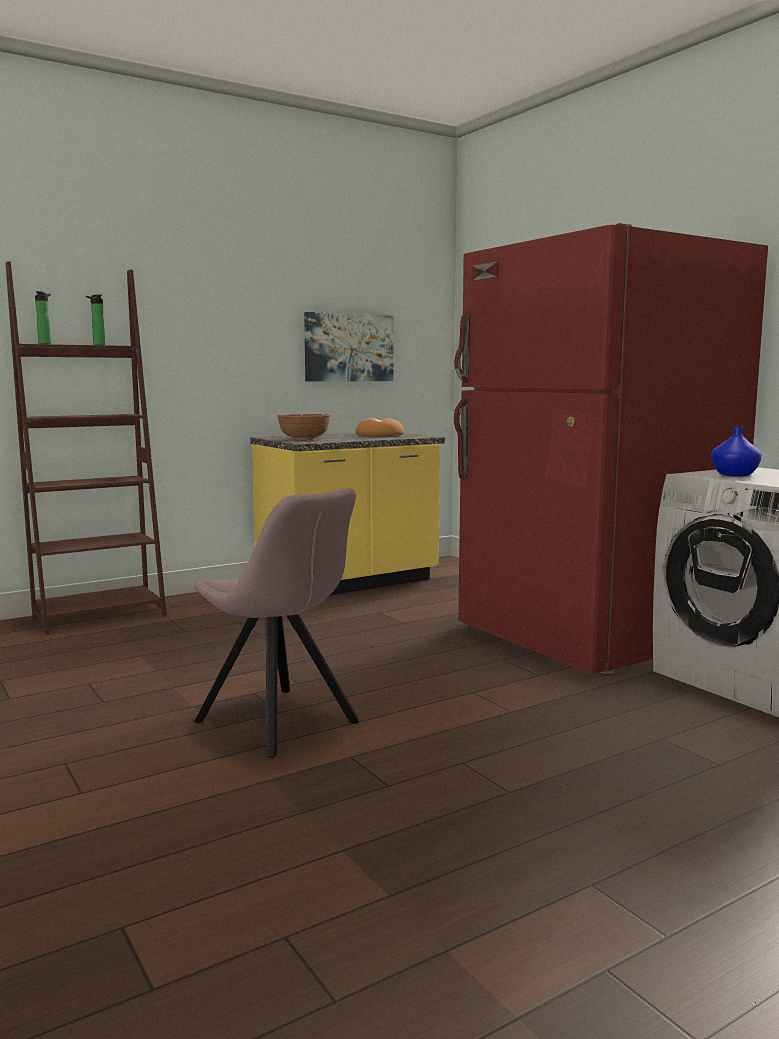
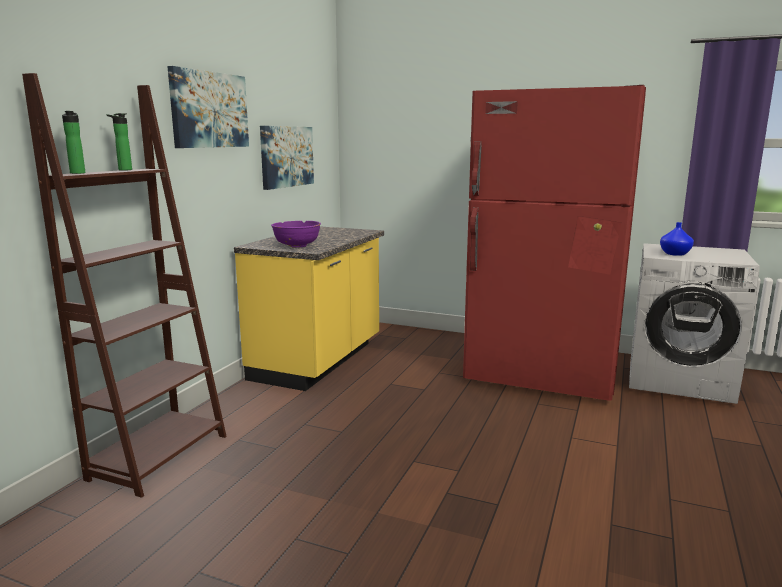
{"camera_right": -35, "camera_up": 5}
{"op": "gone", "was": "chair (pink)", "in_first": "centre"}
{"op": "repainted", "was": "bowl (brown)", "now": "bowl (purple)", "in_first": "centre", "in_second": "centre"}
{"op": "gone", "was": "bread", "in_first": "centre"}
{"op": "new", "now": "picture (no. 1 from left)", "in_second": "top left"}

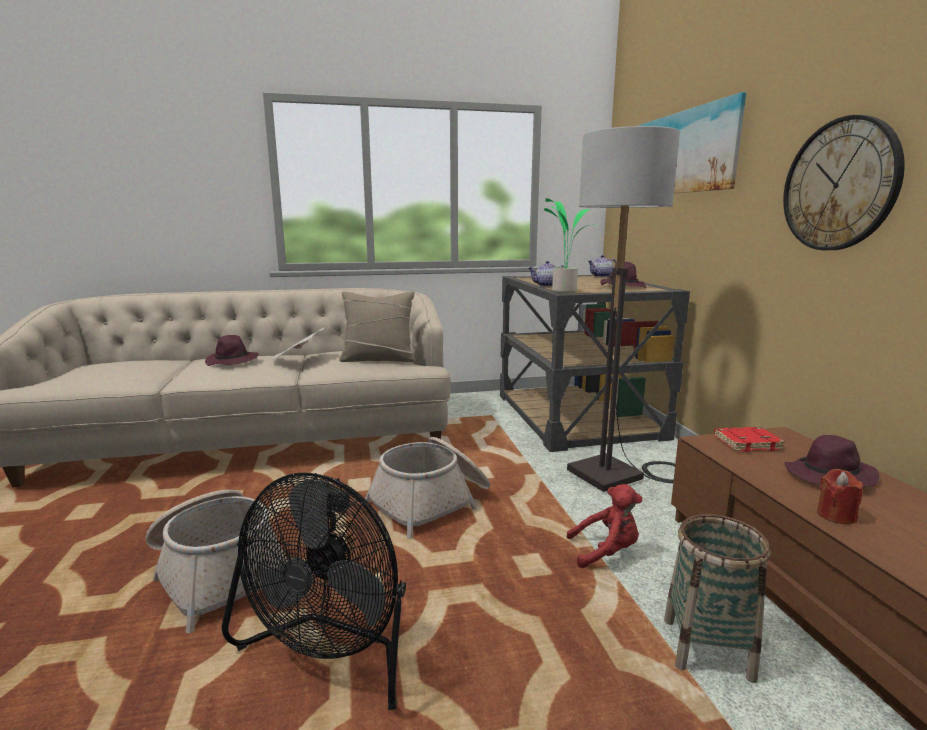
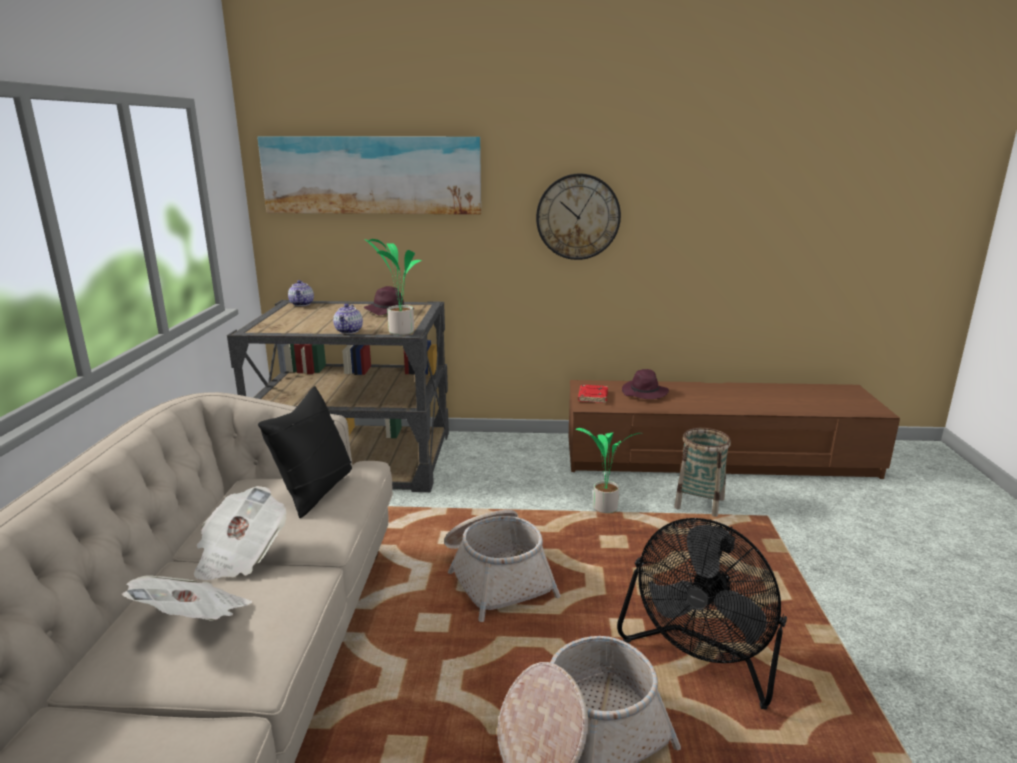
{"camera_right": -75, "camera_up": 5}
{"op": "swapped", "was": "hat (purple) (no. 1 from left)", "now": "newspaper (no. 1 from left)", "in_first": "middle left", "in_second": "bottom left"}
{"op": "rotated", "was": "fan (black)", "in_first": "bottom centre", "in_second": "bottom right", "clockwise": 90}
{"op": "repainted", "was": "pillow (beige)", "now": "pillow (black)", "in_first": "centre", "in_second": "middle left"}
{"op": "swapped", "was": "plush toy (red)", "now": "potted plant (no. 2 from left)", "in_first": "bottom centre", "in_second": "centre"}
{"op": "gone", "was": "floor lamp", "in_first": "middle right"}
{"op": "gone", "was": "candle (red)", "in_first": "bottom right"}

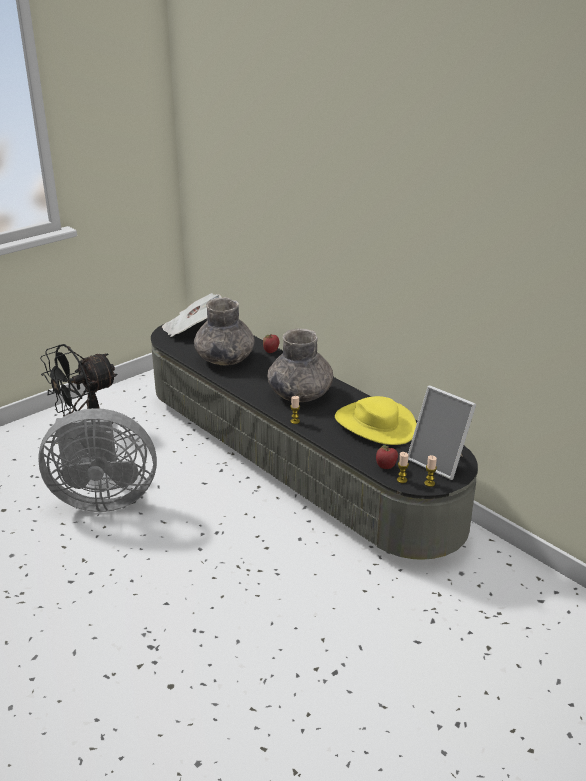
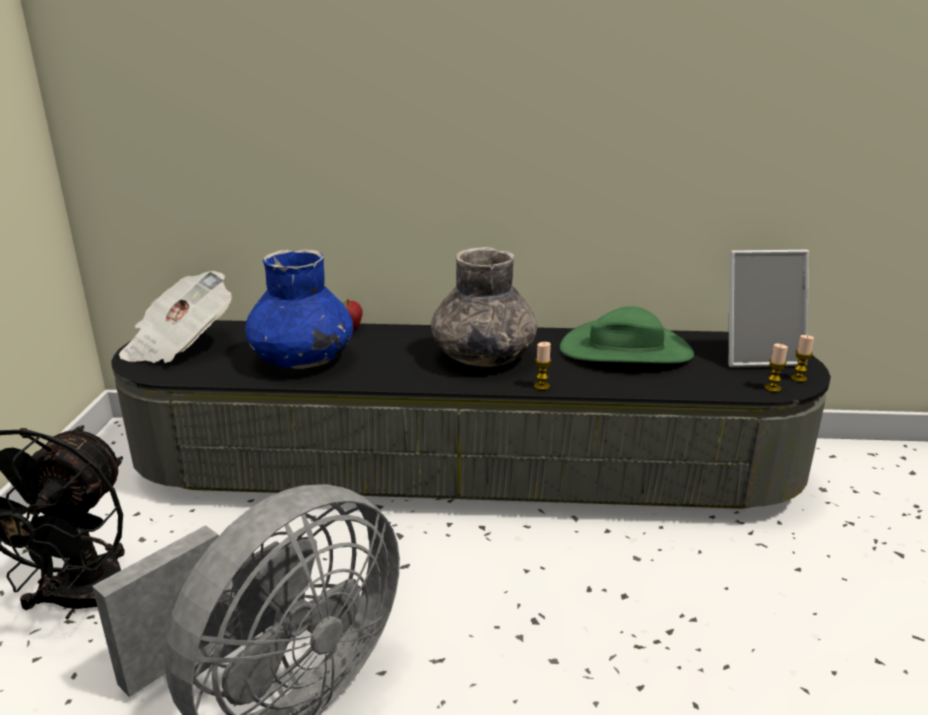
{"camera_right": -45, "camera_up": -5}
{"op": "repainted", "was": "vase (grey) (no. 1 from left)", "now": "vase (blue)", "in_first": "centre", "in_second": "middle left"}
{"op": "repainted", "was": "hat (yellow)", "now": "hat (green)", "in_first": "centre", "in_second": "middle right"}
{"op": "gone", "was": "apple (no. 2 from left)", "in_first": "centre"}

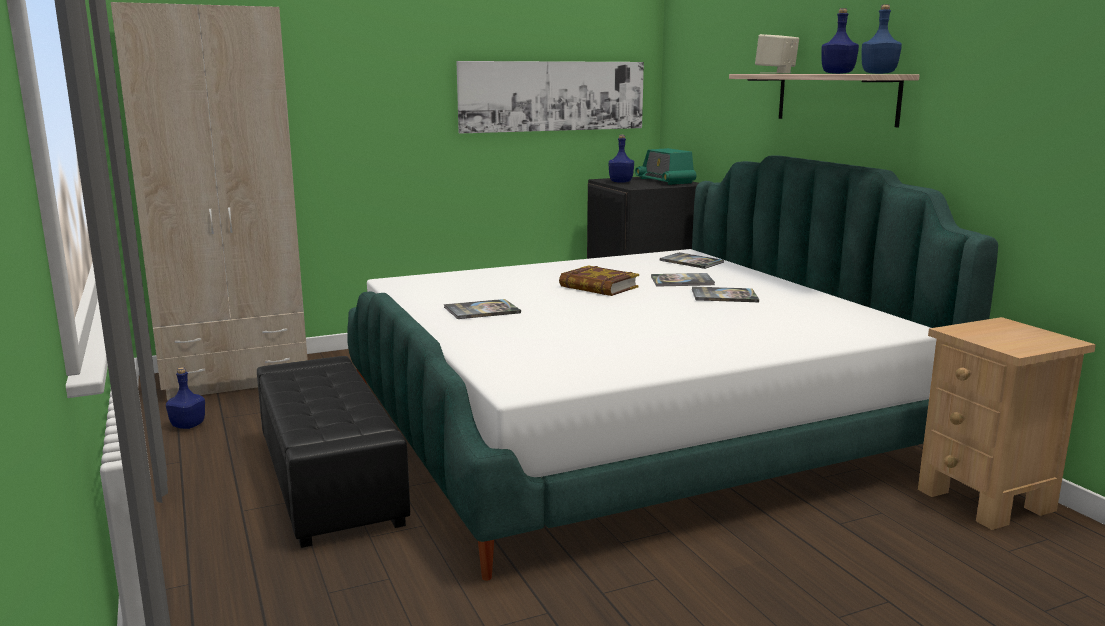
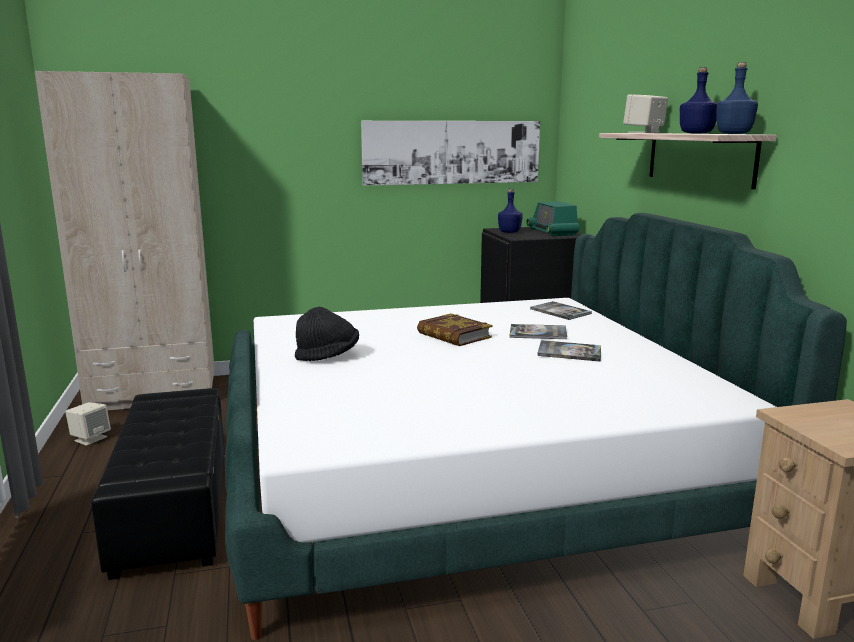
{"camera_right": 10, "camera_up": 0}
{"op": "swapped", "was": "bottle (blue) (no. 1 from left)", "now": "speaker (beige) (no. 1 from left)", "in_first": "middle left", "in_second": "middle left"}
{"op": "swapped", "was": "book (no. 1 from left)", "now": "hat (black)", "in_first": "centre", "in_second": "centre"}

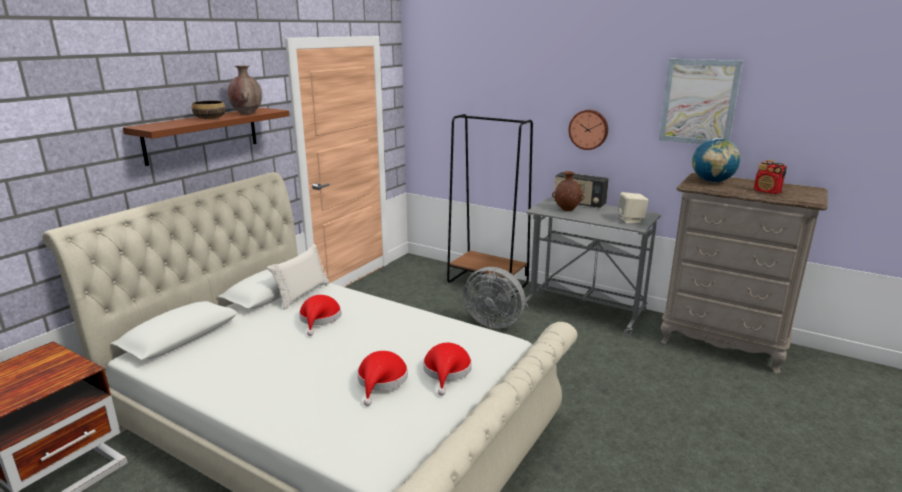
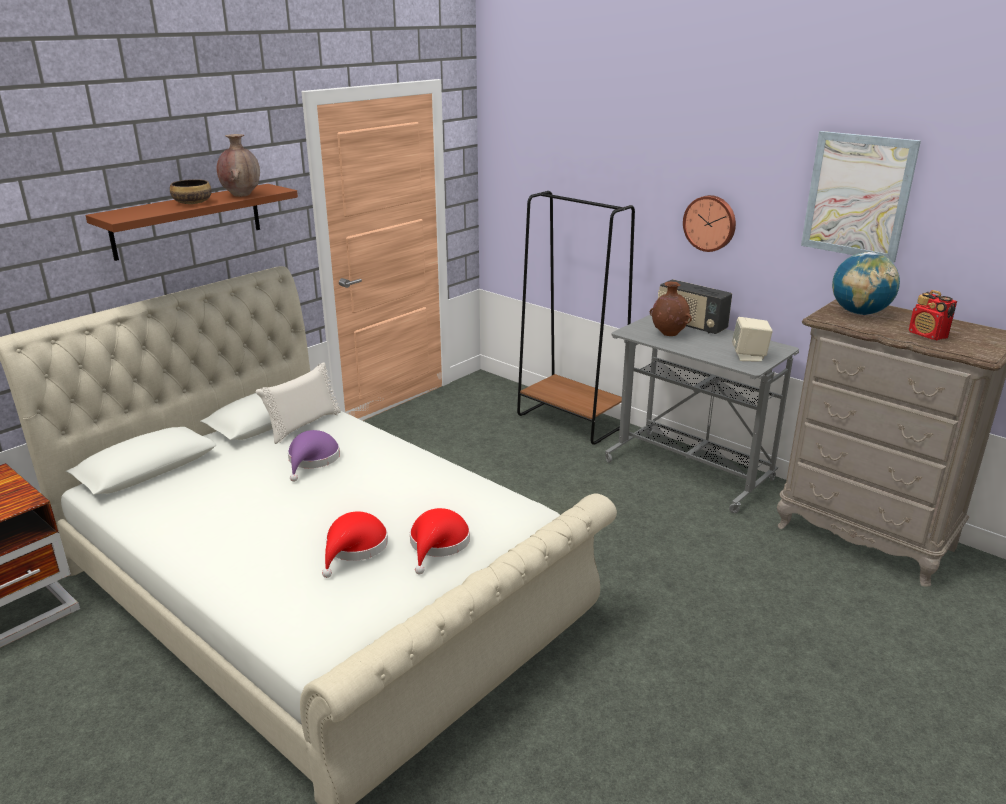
{"camera_right": 10, "camera_up": 5}
{"op": "repainted", "was": "hat (red) (no. 1 from left)", "now": "hat (purple)", "in_first": "centre", "in_second": "middle left"}
{"op": "gone", "was": "fan (grey)", "in_first": "centre"}

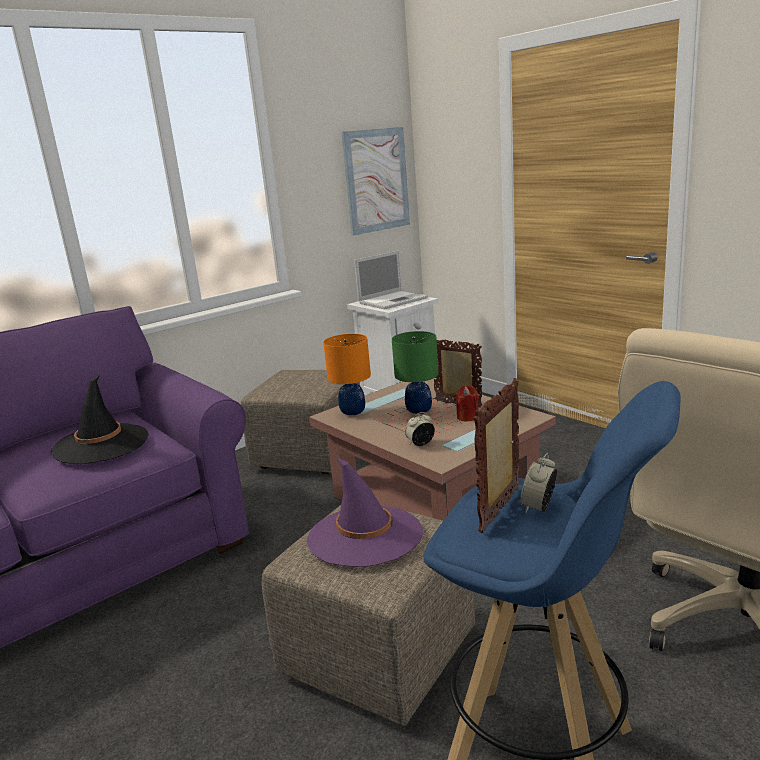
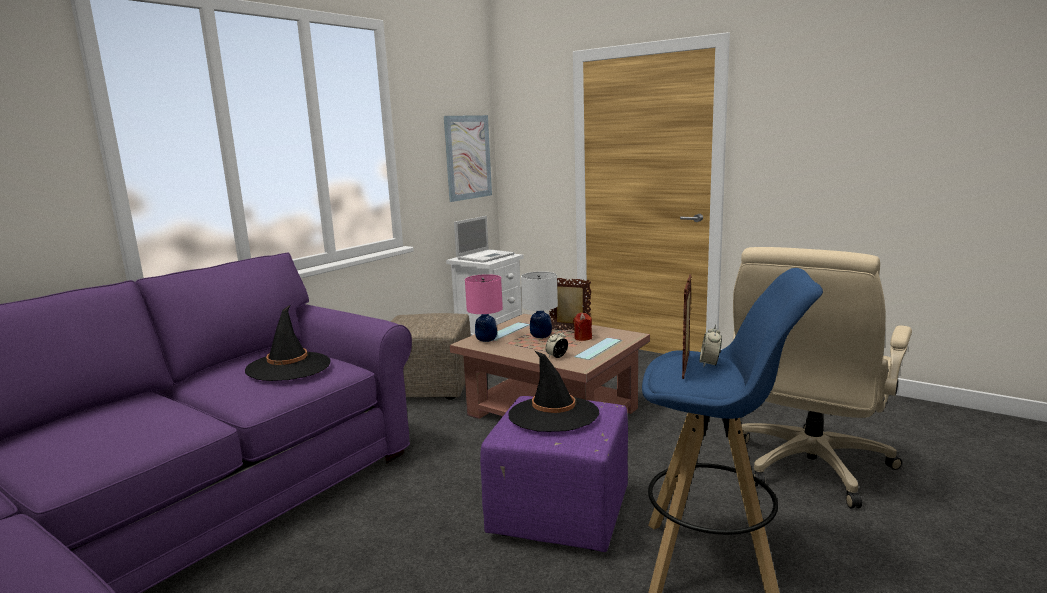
{"camera_right": -15, "camera_up": -5}
{"op": "repainted", "was": "ottoman (beige) (no. 2 from left)", "now": "ottoman (purple)", "in_first": "bottom centre", "in_second": "bottom centre"}
{"op": "repainted", "was": "hat (purple)", "now": "hat (black) (no. 2 from left)", "in_first": "bottom centre", "in_second": "centre"}
{"op": "repainted", "was": "table lamp (orange)", "now": "table lamp (pink)", "in_first": "centre", "in_second": "centre"}
{"op": "repainted", "was": "table lamp (green)", "now": "table lamp (white)", "in_first": "centre", "in_second": "centre"}

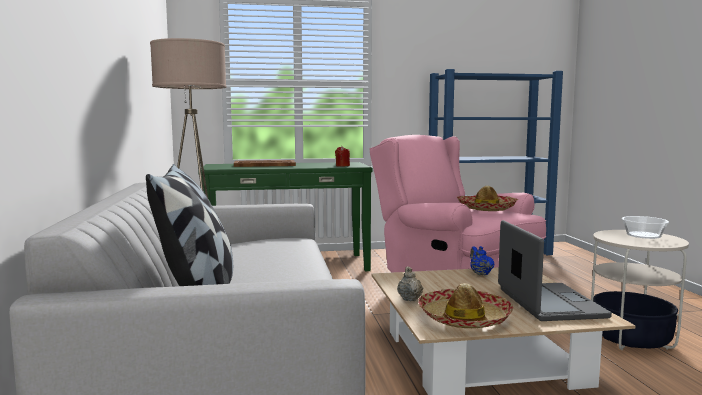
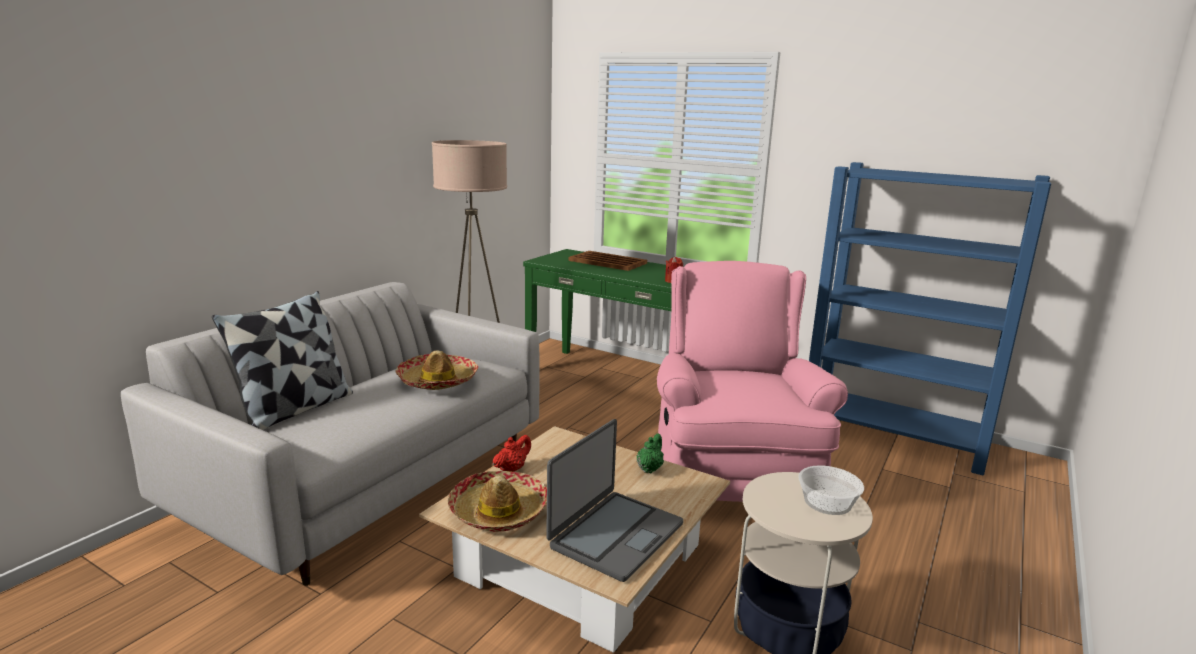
{"camera_right": 40, "camera_up": 10}
{"op": "repainted", "was": "teapot (beige)", "now": "teapot (red)", "in_first": "bottom centre", "in_second": "bottom centre"}
{"op": "shifted", "was": "hat (no. 2 from left in the first image)", "now": "hat (no. 1 from left)", "in_first": "middle right", "in_second": "centre"}
{"op": "repainted", "was": "teapot (blue)", "now": "teapot (green)", "in_first": "middle right", "in_second": "bottom centre"}

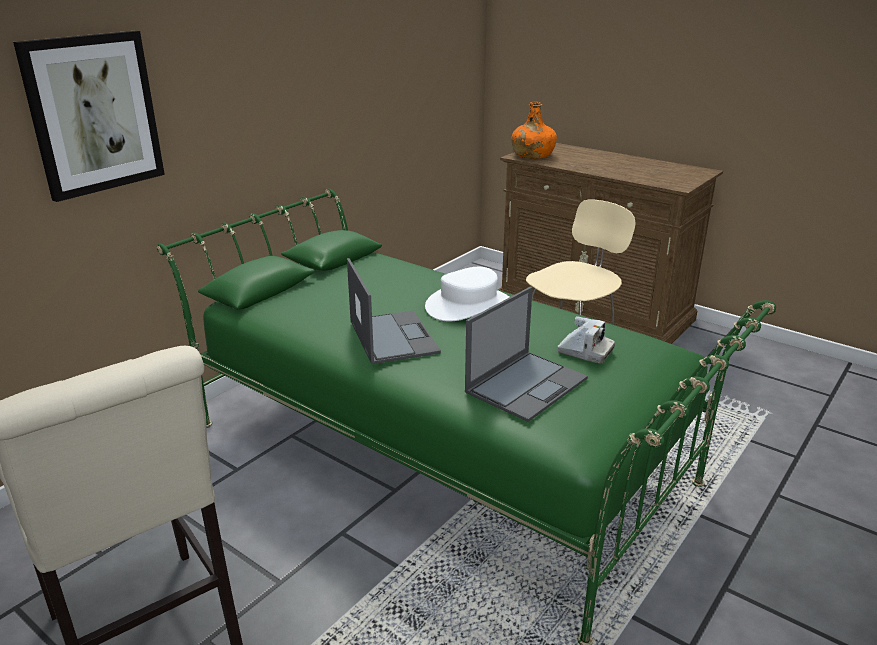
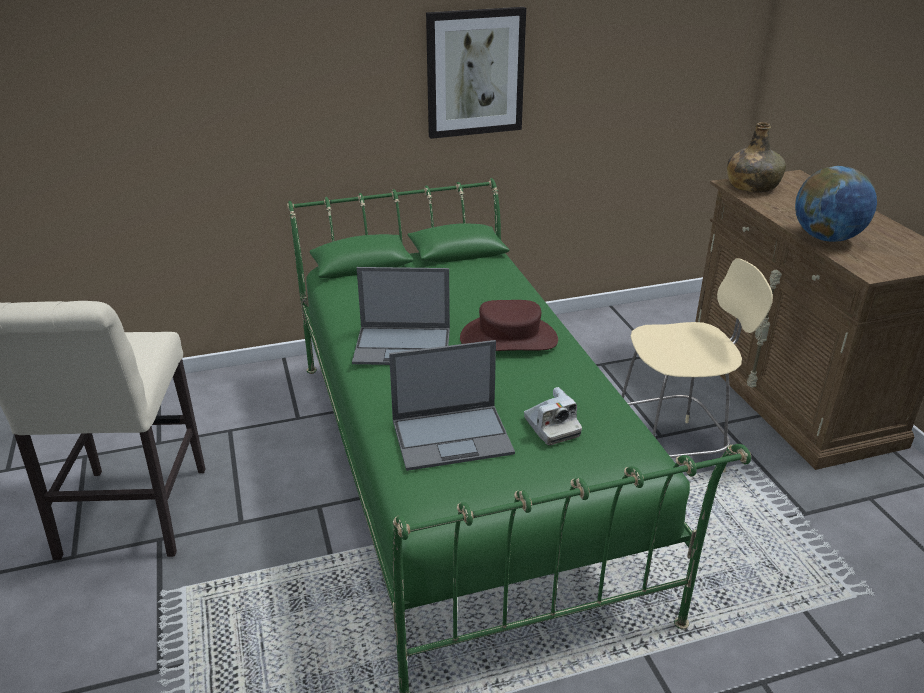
{"camera_right": 35, "camera_up": 5}
{"op": "shifted", "was": "picture", "in_first": "top left", "in_second": "top centre"}
{"op": "rotated", "was": "laptop (no. 1 from left)", "in_first": "centre", "in_second": "centre", "clockwise": 75}
{"op": "repainted", "was": "hat (white)", "now": "hat (brown)", "in_first": "centre", "in_second": "centre"}
{"op": "repainted", "was": "bottle (orange)", "now": "bottle (green)", "in_first": "top centre", "in_second": "top right"}
{"op": "new", "now": "globe", "in_second": "top right"}

